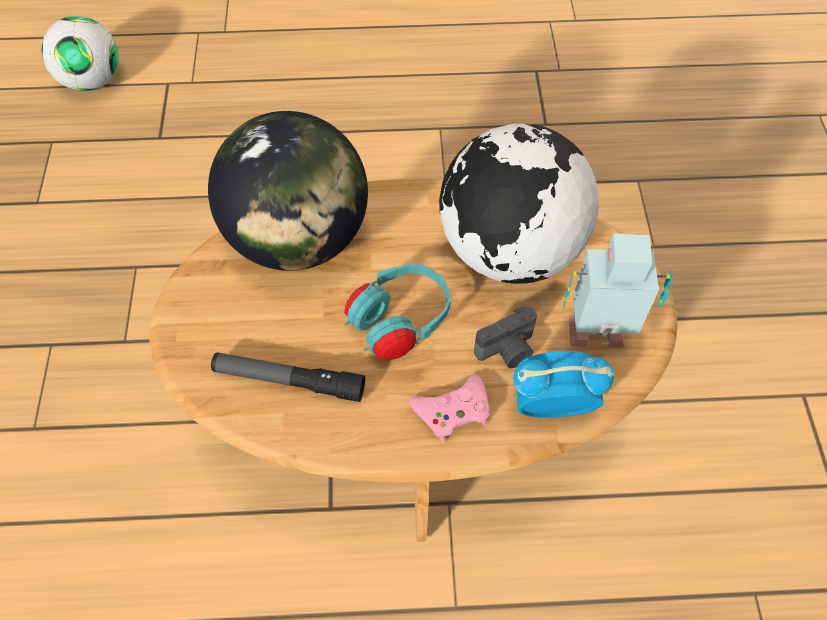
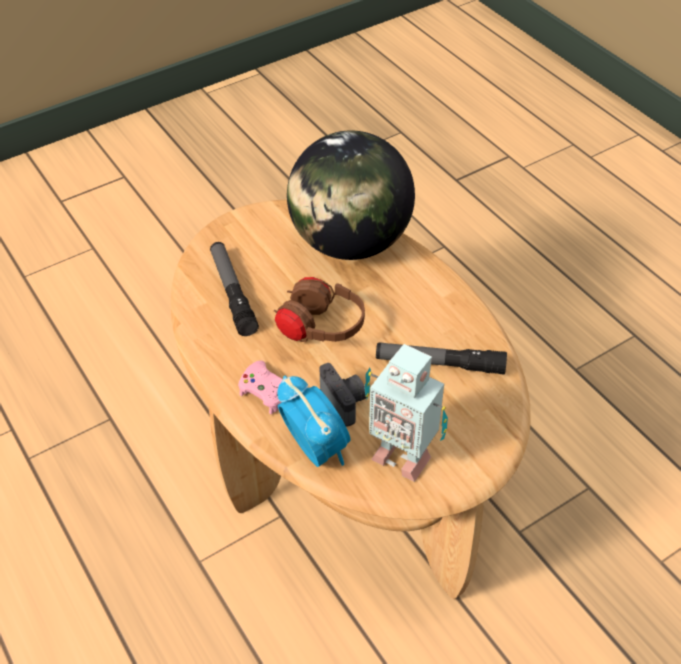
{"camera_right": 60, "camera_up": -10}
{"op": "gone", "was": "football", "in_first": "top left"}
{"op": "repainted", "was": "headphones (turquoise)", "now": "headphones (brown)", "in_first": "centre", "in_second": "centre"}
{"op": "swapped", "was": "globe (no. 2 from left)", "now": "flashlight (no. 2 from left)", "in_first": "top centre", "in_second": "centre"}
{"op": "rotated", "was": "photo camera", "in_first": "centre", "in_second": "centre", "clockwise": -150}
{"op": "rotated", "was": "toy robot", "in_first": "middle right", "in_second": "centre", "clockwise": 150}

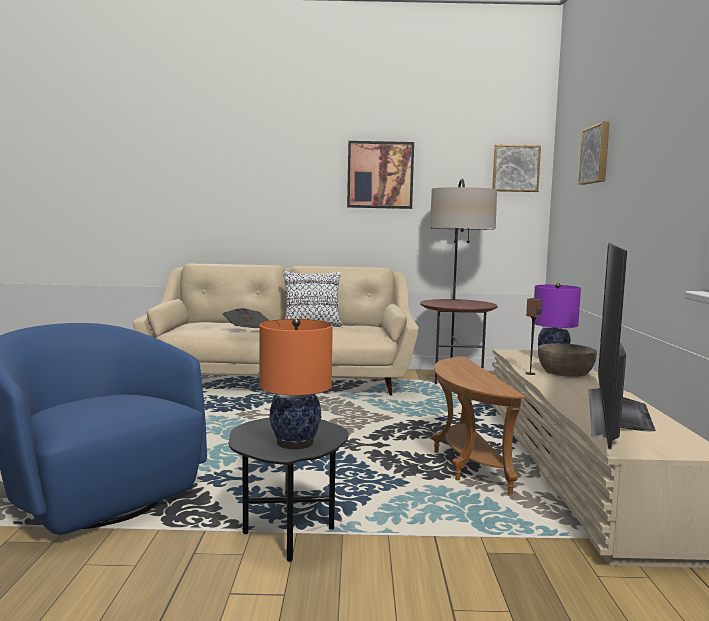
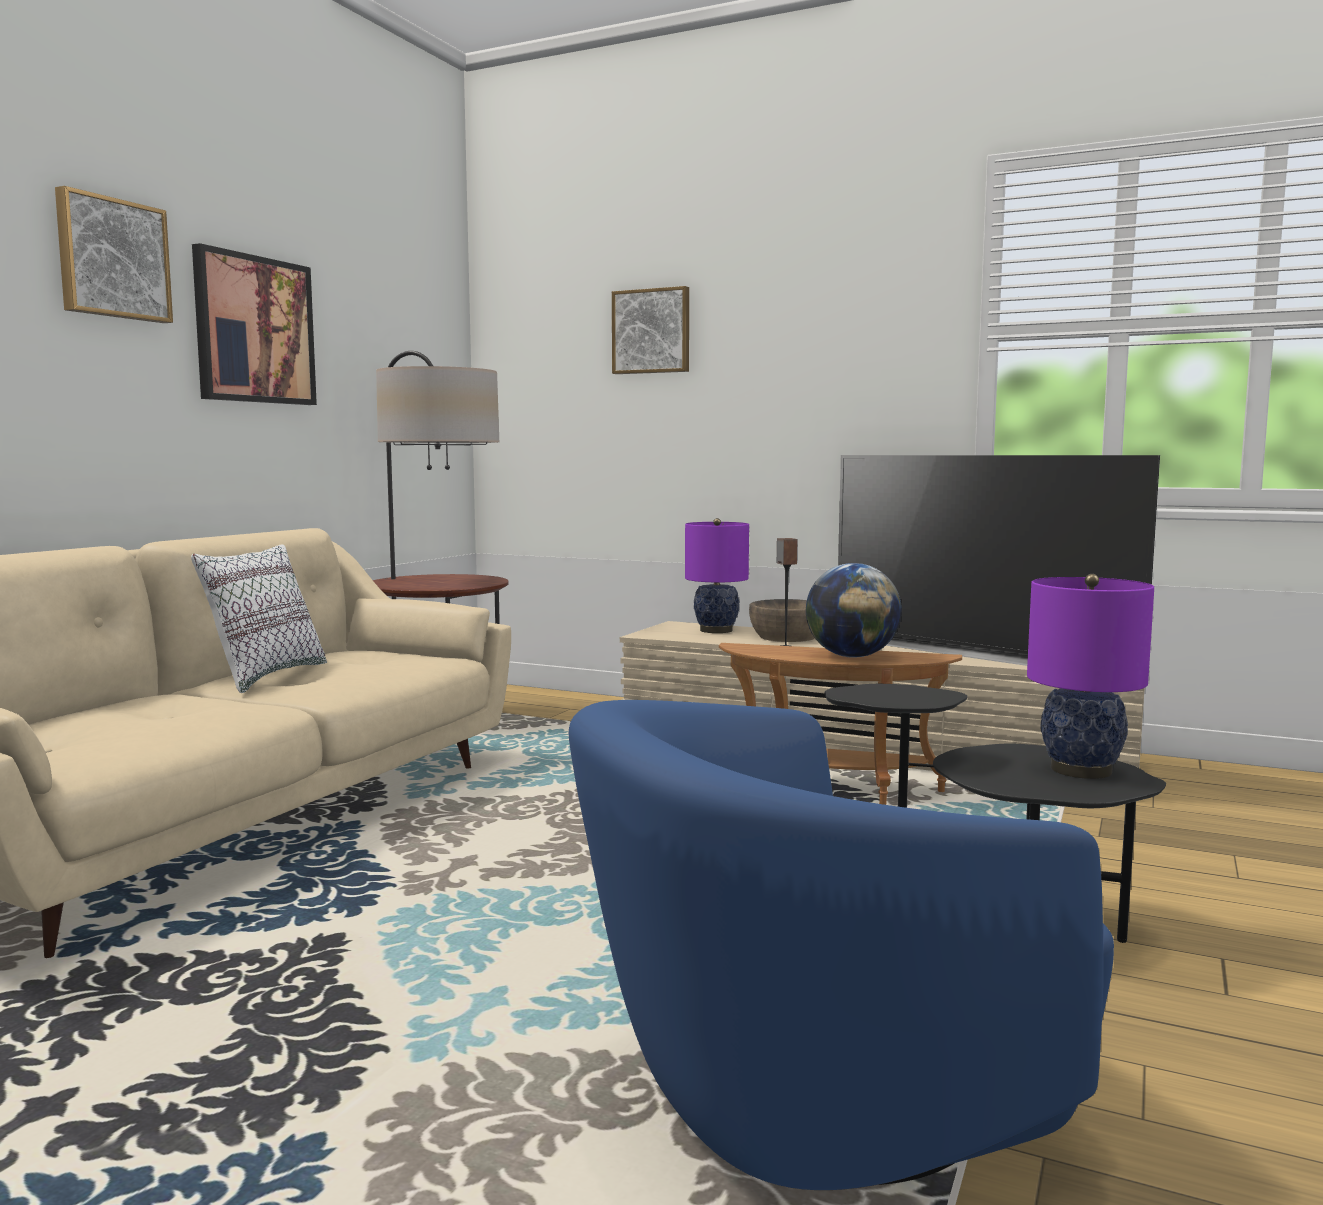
{"camera_right": -65, "camera_up": 0}
{"op": "gone", "was": "newspaper", "in_first": "centre"}
{"op": "repainted", "was": "table lamp (orange)", "now": "table lamp (purple) (no. 2 from left)", "in_first": "centre", "in_second": "middle right"}
{"op": "shifted", "was": "picture (no. 2 from left in the first image)", "now": "picture (no. 1 from left)", "in_first": "top right", "in_second": "top left"}
{"op": "new", "now": "globe", "in_second": "centre"}

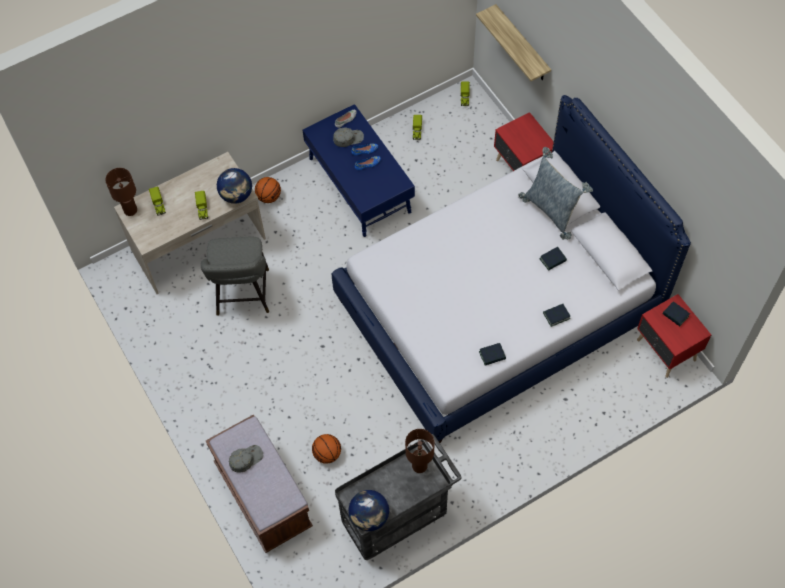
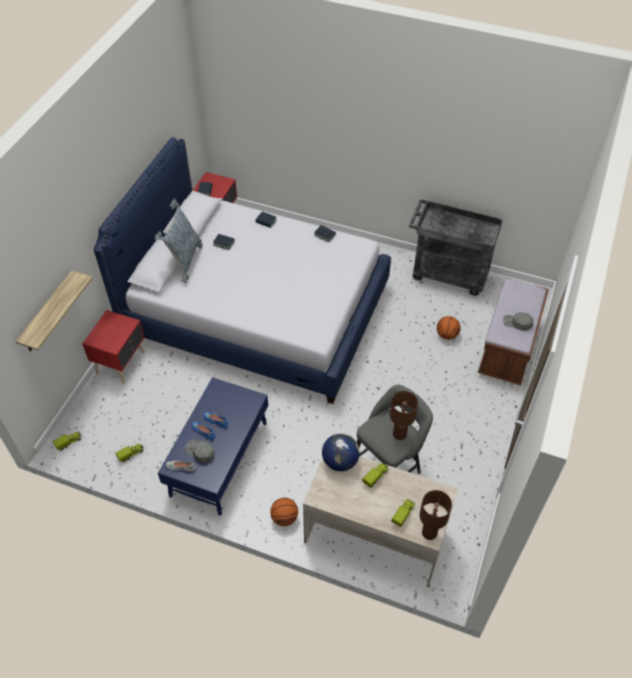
{"camera_right": -130, "camera_up": -10}
{"op": "gone", "was": "globe (no. 2 from left)", "in_first": "bottom centre"}
{"op": "shifted", "was": "table lamp (brown) (no. 2 from left in the first image)", "now": "table lamp (brown) (no. 1 from left)", "in_first": "bottom centre", "in_second": "centre"}

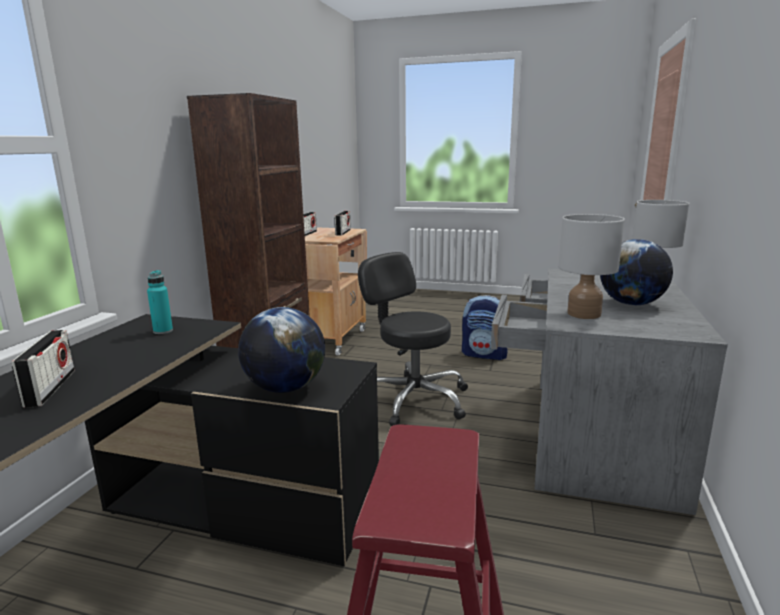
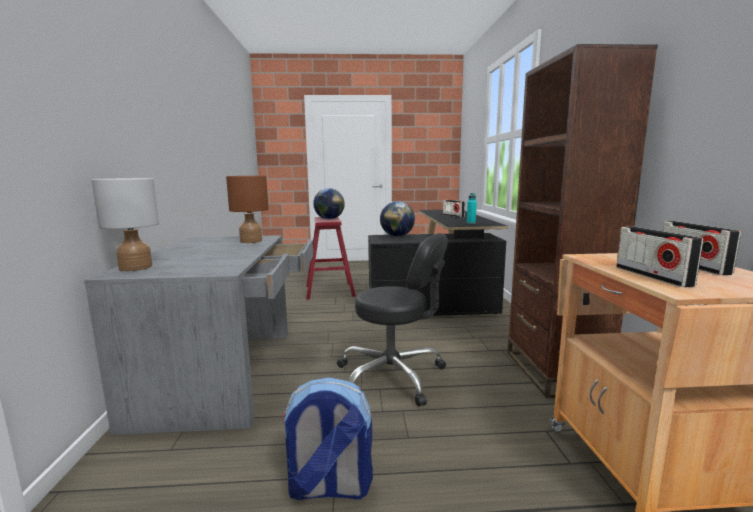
{"camera_right": 160, "camera_up": -5}
{"op": "repainted", "was": "table lamp (grey) (no. 1 from left)", "now": "table lamp (brown)", "in_first": "middle right", "in_second": "middle left"}
{"op": "shifted", "was": "globe (no. 2 from left in the first image)", "now": "globe (no. 1 from left)", "in_first": "middle right", "in_second": "centre"}

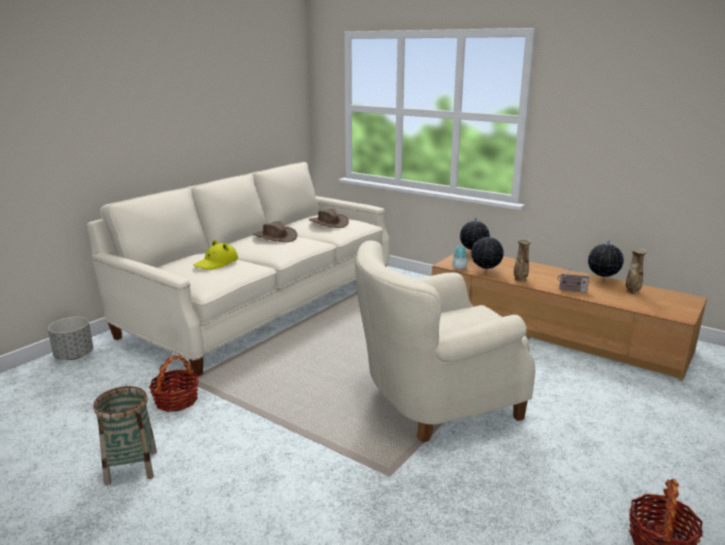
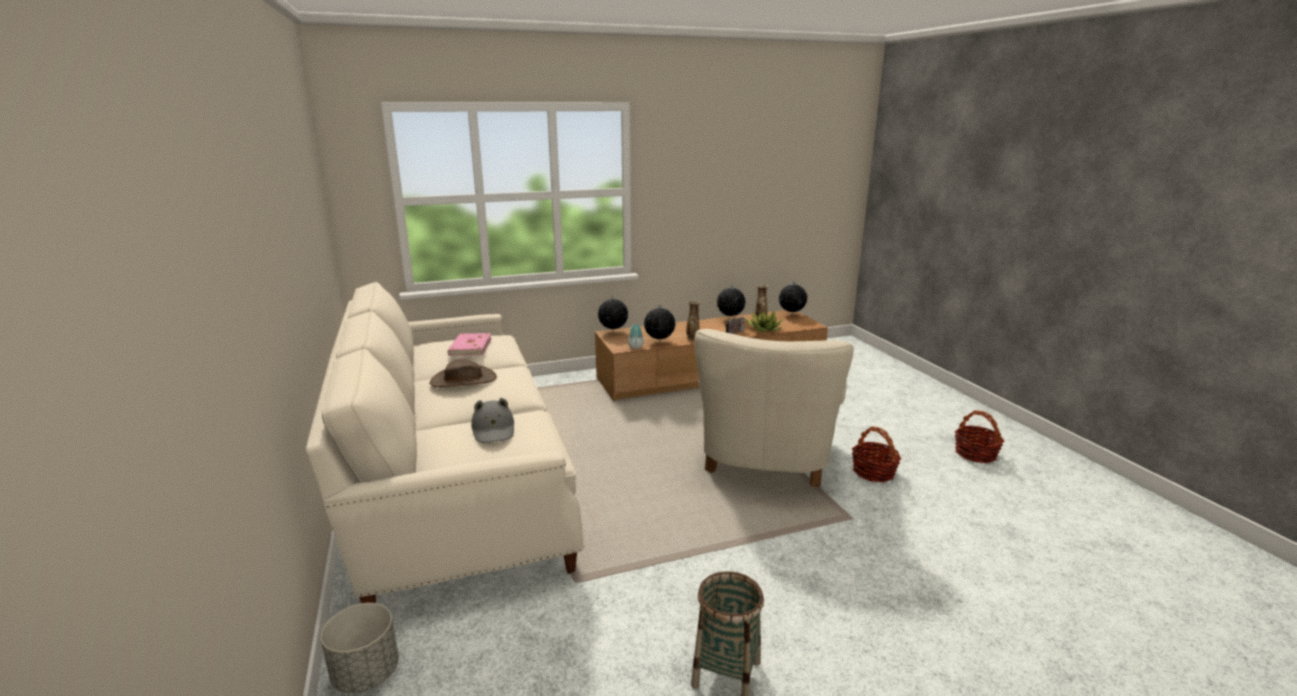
{"camera_right": -55, "camera_up": 0}
{"op": "shifted", "was": "basket (no. 2 from left)", "in_first": "bottom left", "in_second": "middle right"}
{"op": "repainted", "was": "hat (yellow)", "now": "hat (grey)", "in_first": "middle left", "in_second": "centre"}
{"op": "swapped", "was": "hat (brown) (no. 2 from left)", "now": "book (pink)", "in_first": "centre", "in_second": "centre"}
{"op": "new", "now": "potted plant", "in_second": "centre"}
{"op": "new", "now": "globe (no. 4 from left)", "in_second": "centre"}

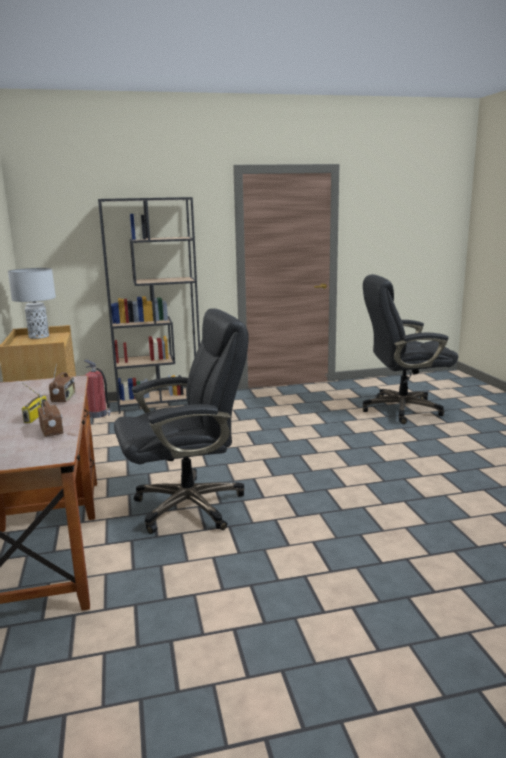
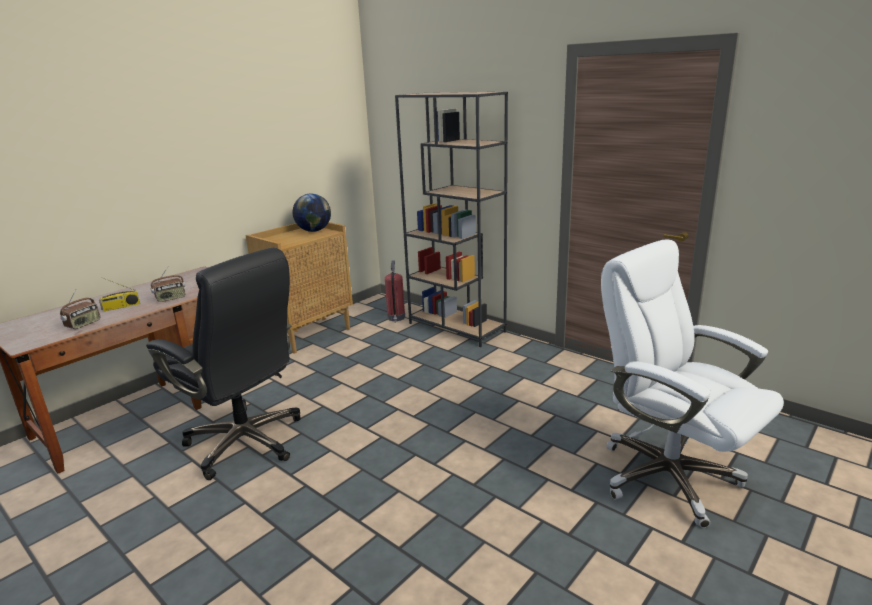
{"camera_right": 55, "camera_up": 5}
{"op": "swapped", "was": "table lamp (white)", "now": "globe", "in_first": "middle left", "in_second": "centre"}
{"op": "repainted", "was": "office chair (black) (no. 2 from left)", "now": "office chair (white)", "in_first": "middle right", "in_second": "middle right"}

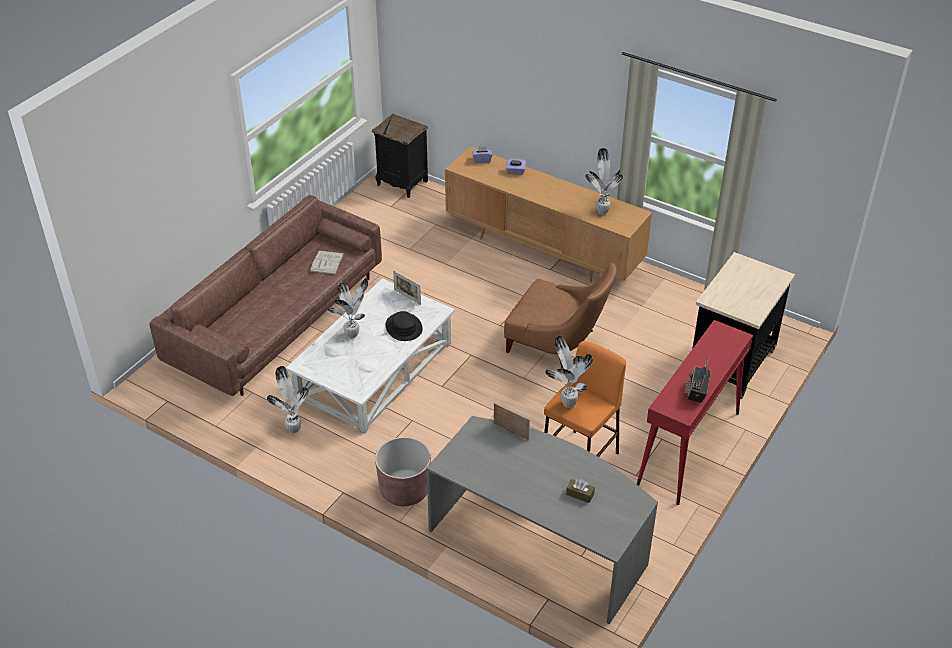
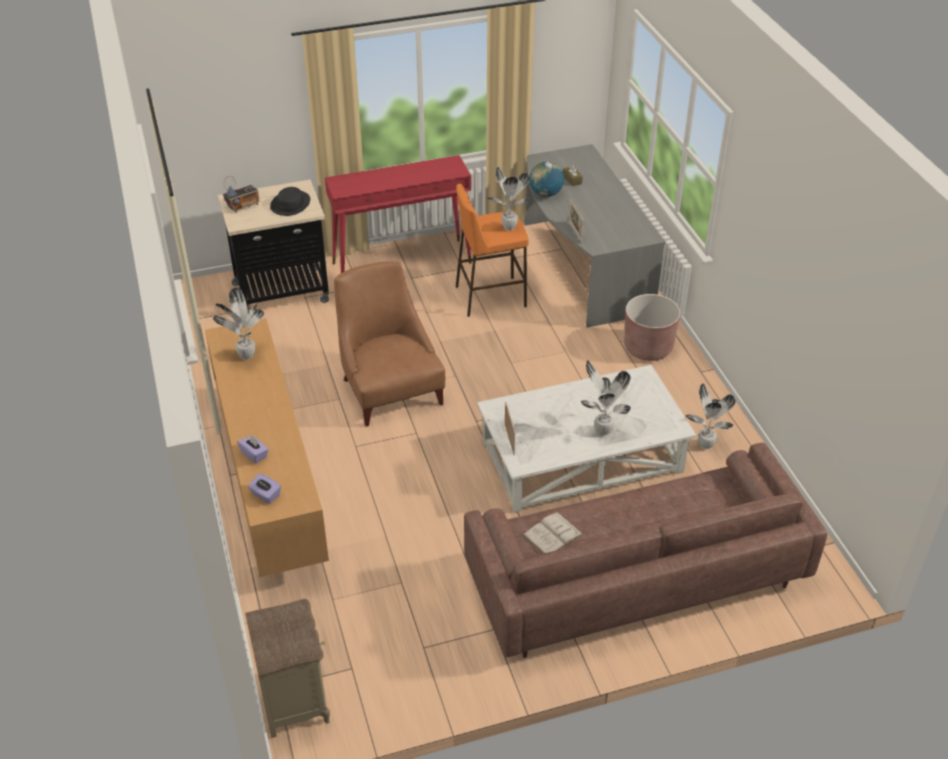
{"camera_right": -140, "camera_up": 0}
{"op": "repainted", "was": "nightstand (black)", "now": "nightstand (beige)", "in_first": "top centre", "in_second": "bottom left"}
{"op": "shifted", "was": "hat (black)", "in_first": "centre", "in_second": "top left"}
{"op": "shifted", "was": "radio", "in_first": "middle right", "in_second": "top left"}
{"op": "new", "now": "globe", "in_second": "top centre"}

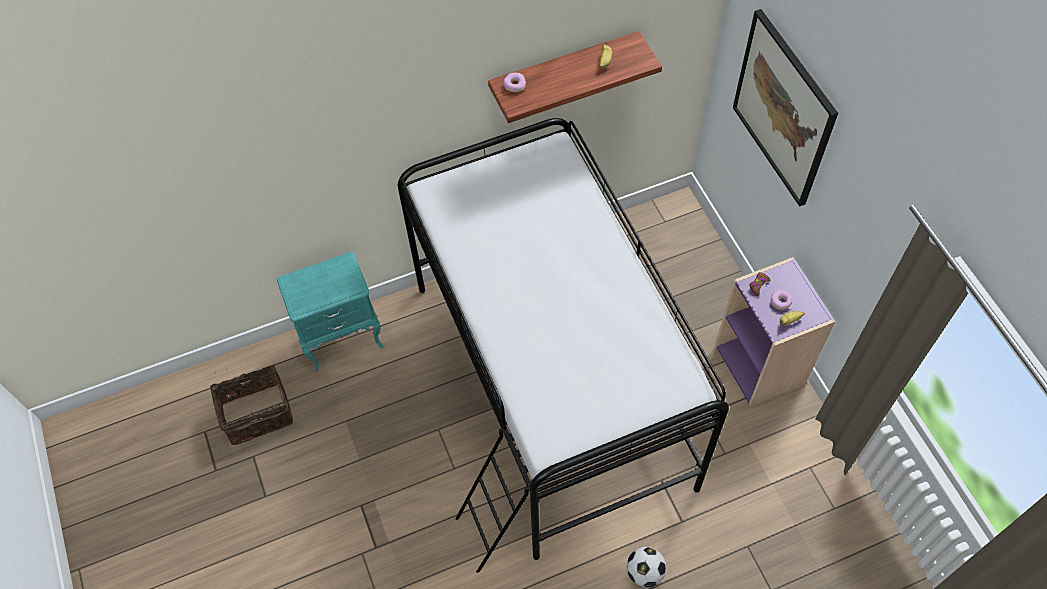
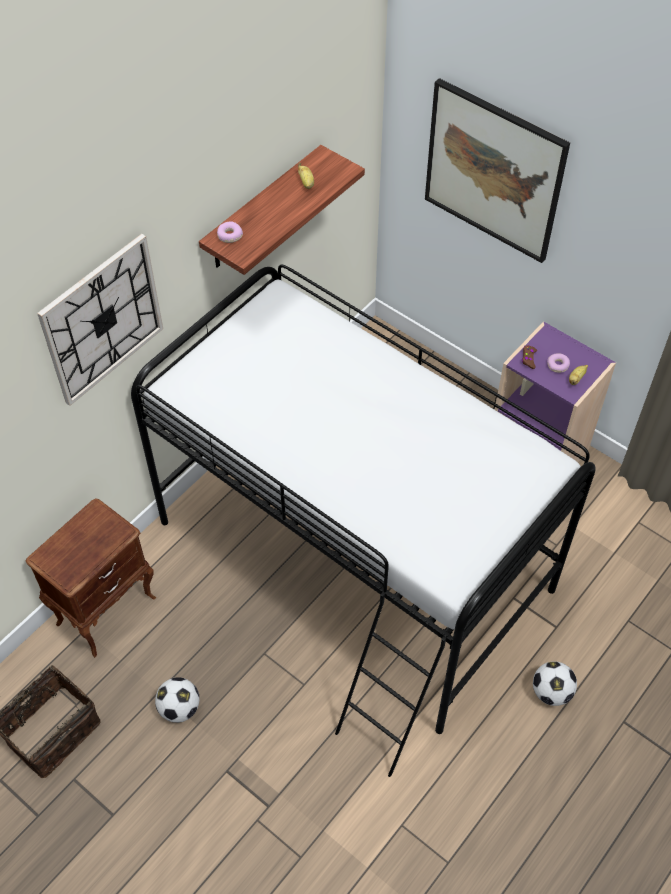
{"camera_right": -30, "camera_up": -5}
{"op": "repainted", "was": "nightstand (turquoise)", "now": "nightstand (brown)", "in_first": "middle left", "in_second": "middle left"}
{"op": "new", "now": "wall clock", "in_second": "middle left"}
{"op": "new", "now": "football (no. 1 from left)", "in_second": "bottom left"}

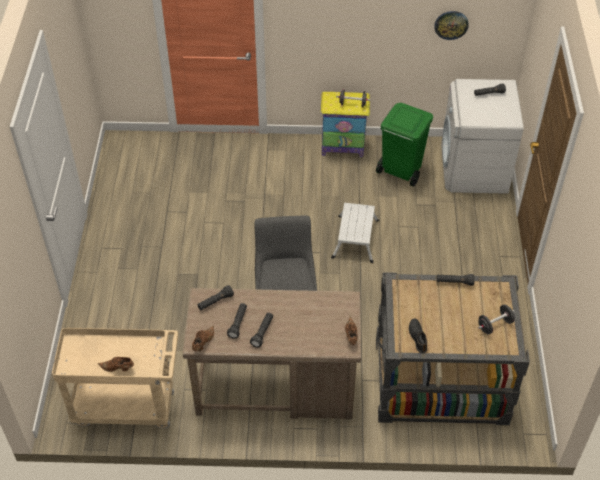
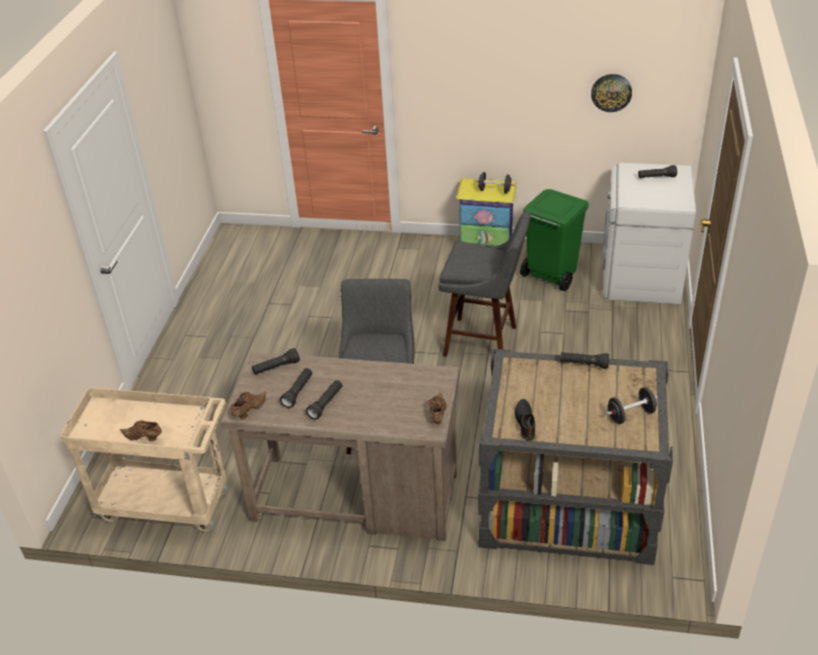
{"camera_right": 10, "camera_up": -10}
{"op": "swapped", "was": "step ladder (white)", "now": "stool (grey) (no. 2 from left)", "in_first": "centre", "in_second": "centre"}

